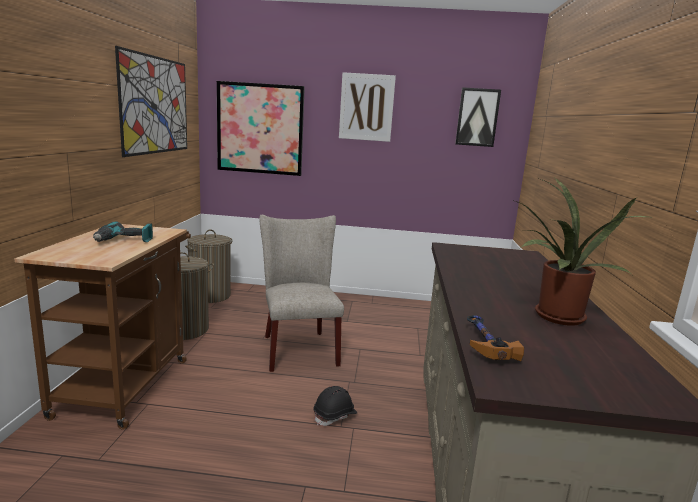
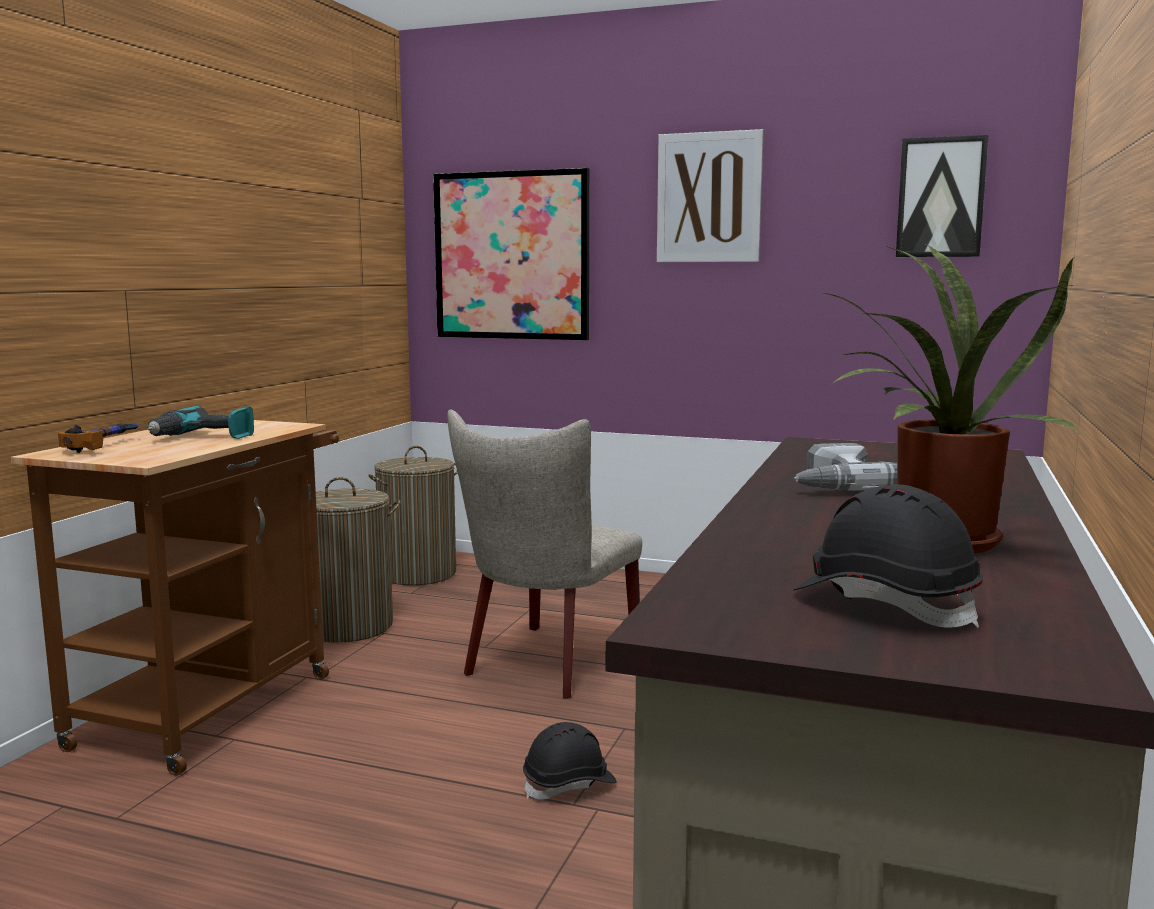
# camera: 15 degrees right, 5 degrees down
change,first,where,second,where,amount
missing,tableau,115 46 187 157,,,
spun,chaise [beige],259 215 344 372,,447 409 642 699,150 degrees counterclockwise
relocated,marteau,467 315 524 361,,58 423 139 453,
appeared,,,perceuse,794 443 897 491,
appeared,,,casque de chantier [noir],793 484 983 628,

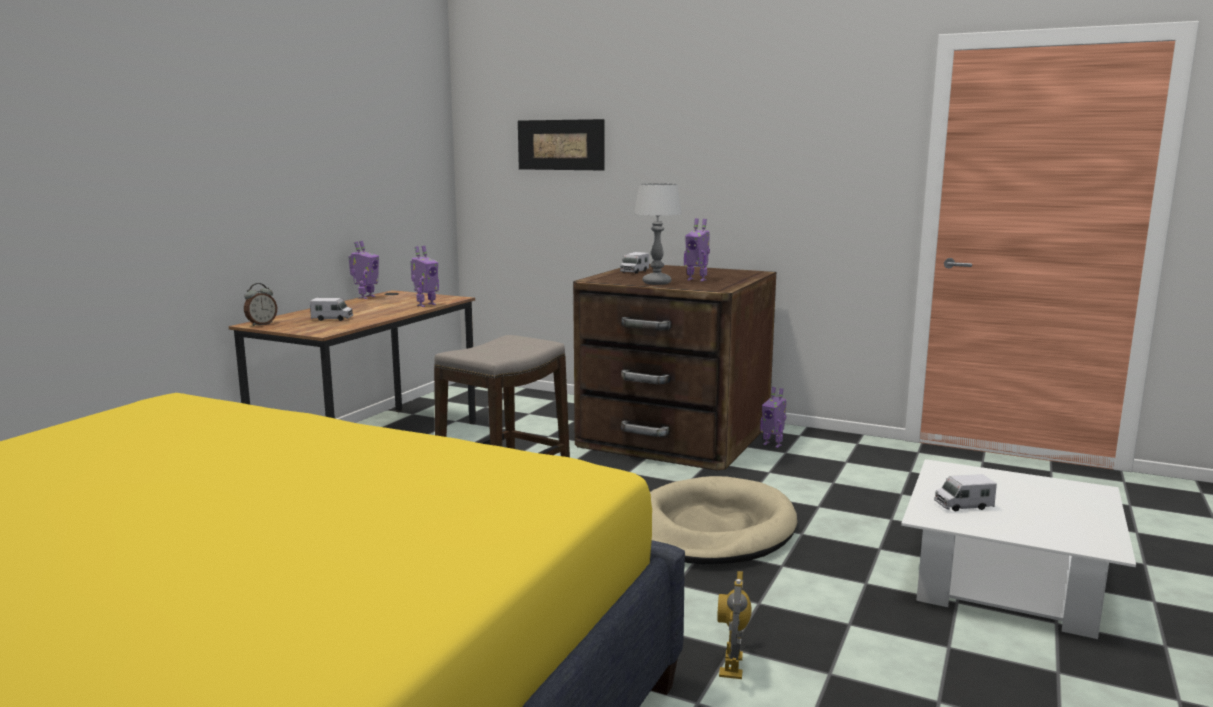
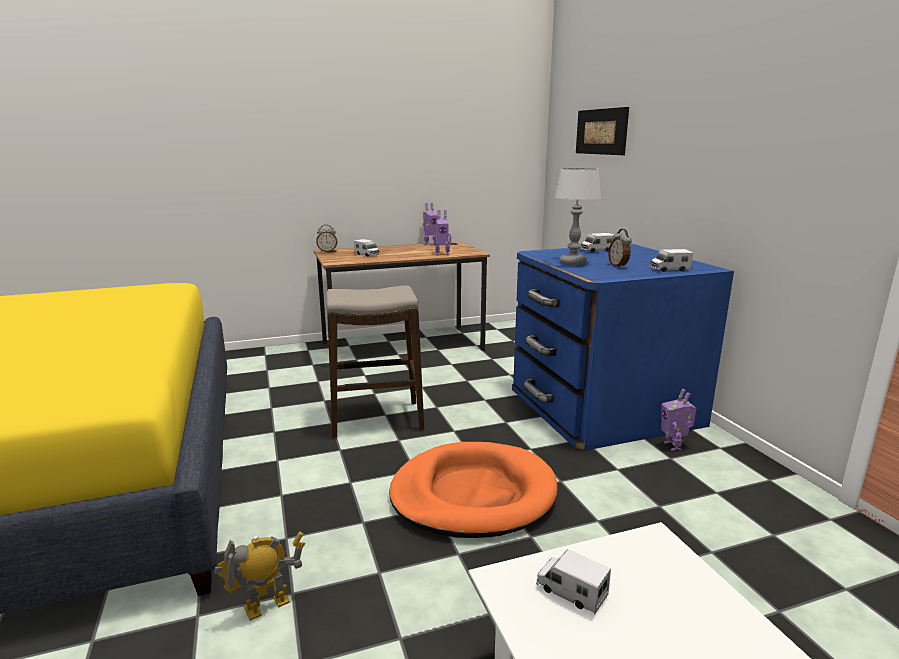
# camera: 45 degrees right, 5 degrees up
change,first,where,second,where,amount
exchanged,robot jouet,684 218 710 281,réveil,608 229 632 268,
colour,commode [marron],573 264 776 470,commode [bleu],512 244 734 451,
colour,panier pour chien [beige],650 476 797 564,panier pour chien [orange],389 442 557 538,
appeared,,,camion jouet,650 249 693 272,

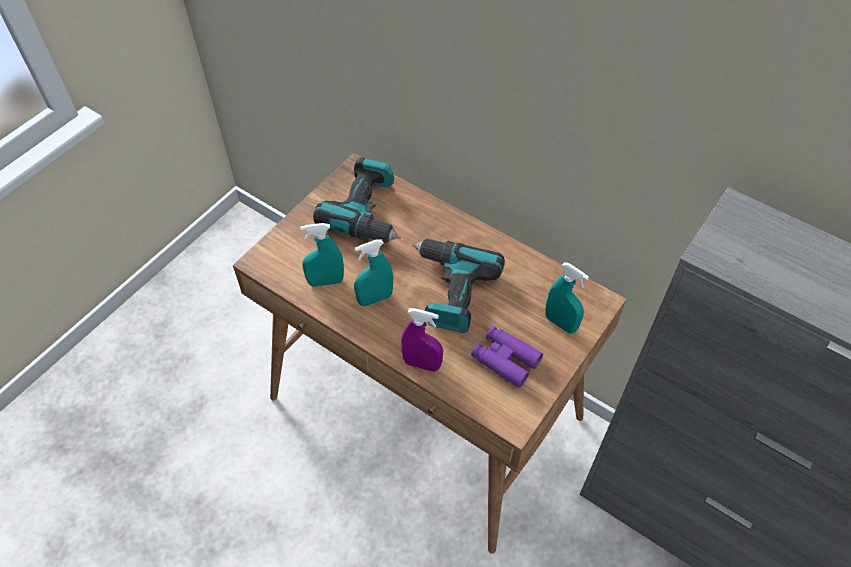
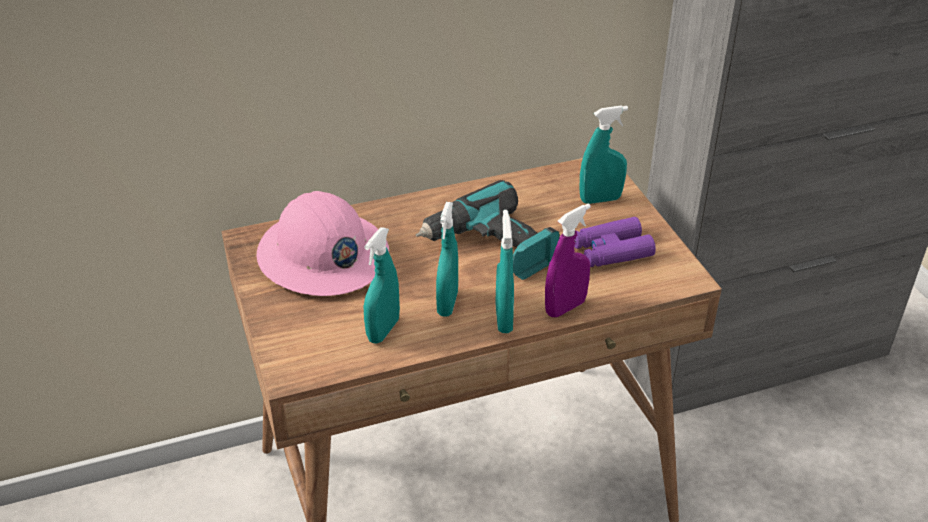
# camera: 55 degrees left, 15 degrees down
change,first,where,second,where,amount
exchanged,perceuse,313 157 401 243,casque de chantier [rose],257 191 389 296,
appeared,,,vaporisateur [turquoise],496 210 514 333,

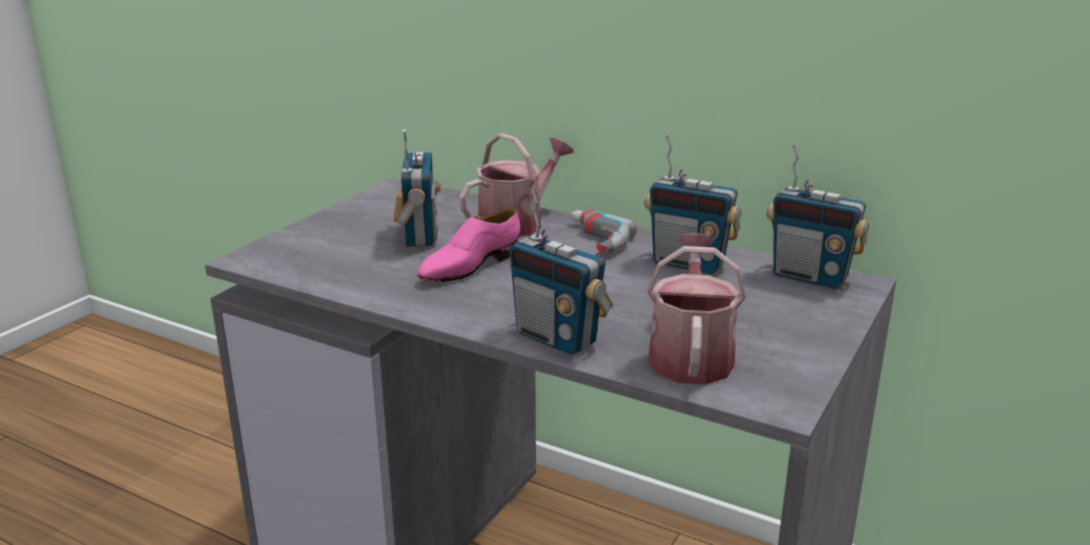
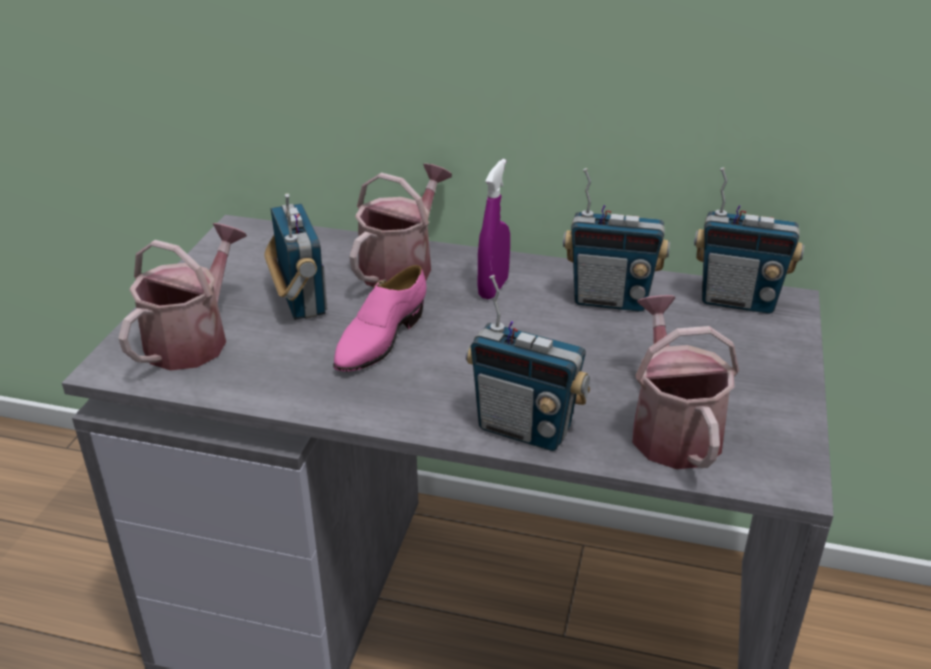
# camera: 15 degrees left, 10 degrees up
change,first,where,second,where,amount
exchanged,perceuse,570 210 637 261,vaporisateur [violet],478 159 510 299,
appeared,,,arrosoir,118 223 247 371,

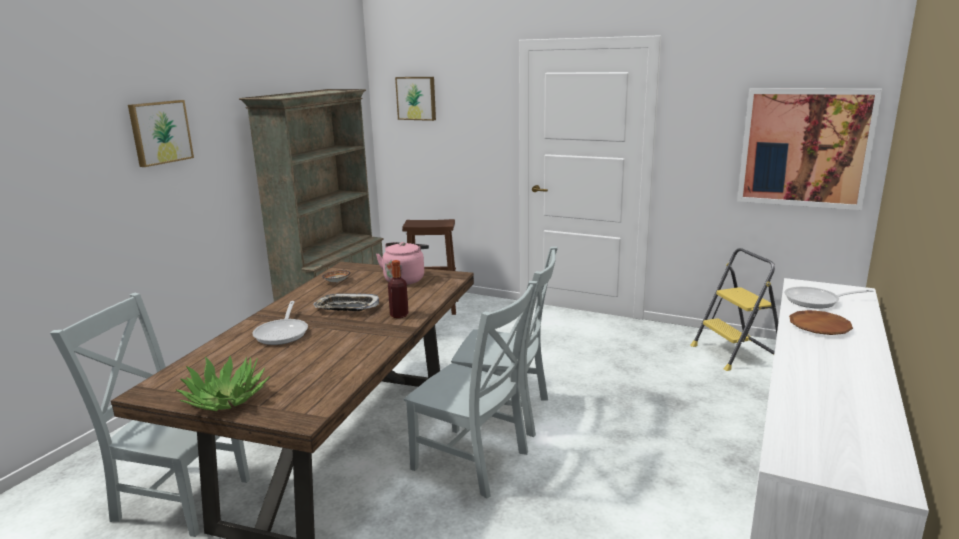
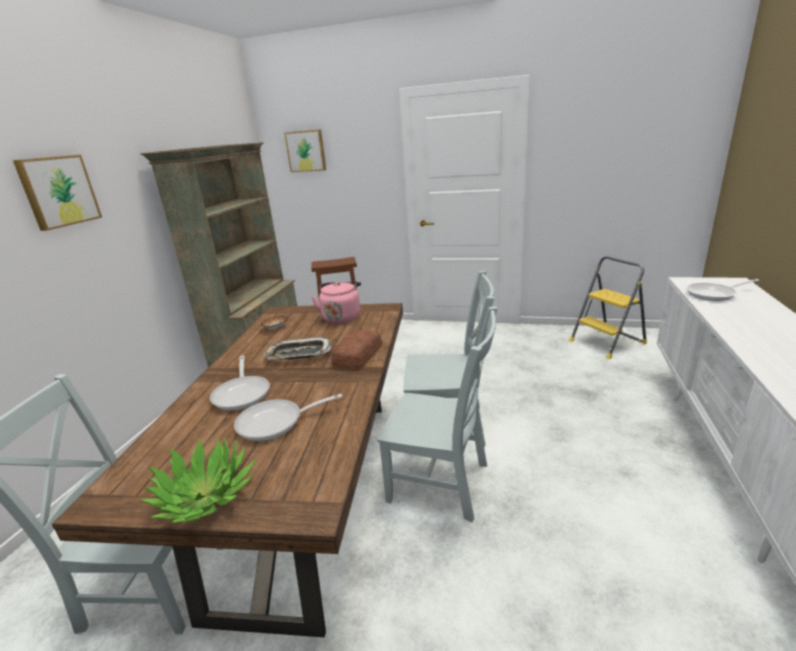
# camera: 10 degrees left, 5 degrees up
change,first,where,second,where,amount
missing,tableau,737 88 882 210,,,
exchanged,bouteille,388 260 409 318,pain,331 330 382 370,
missing,assiette [marron],789 310 853 335,,,
appeared,,,poêle,234 394 342 441,

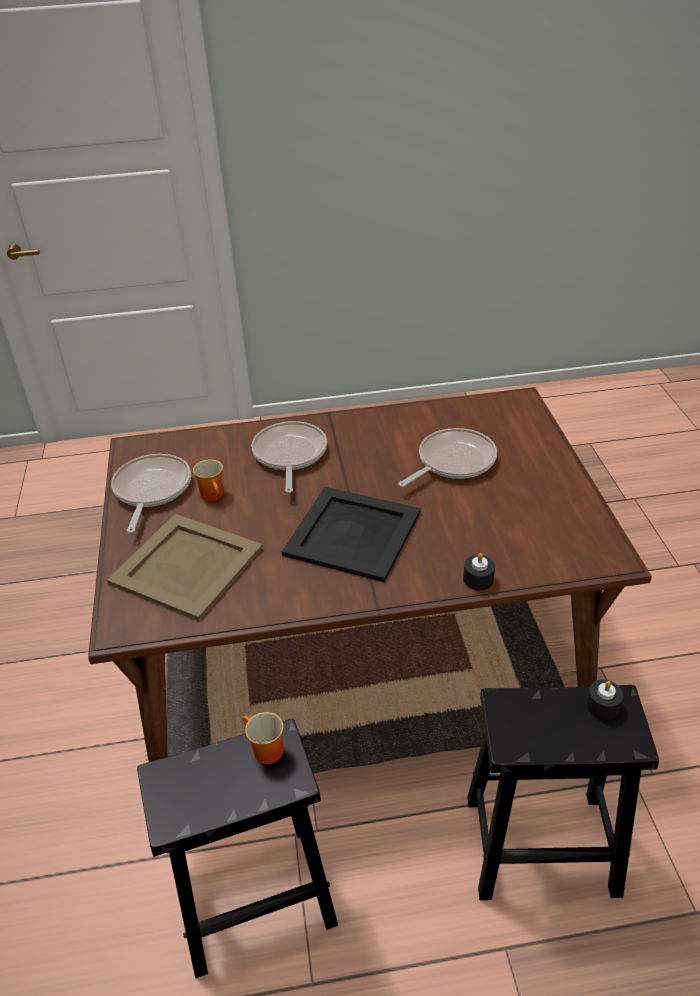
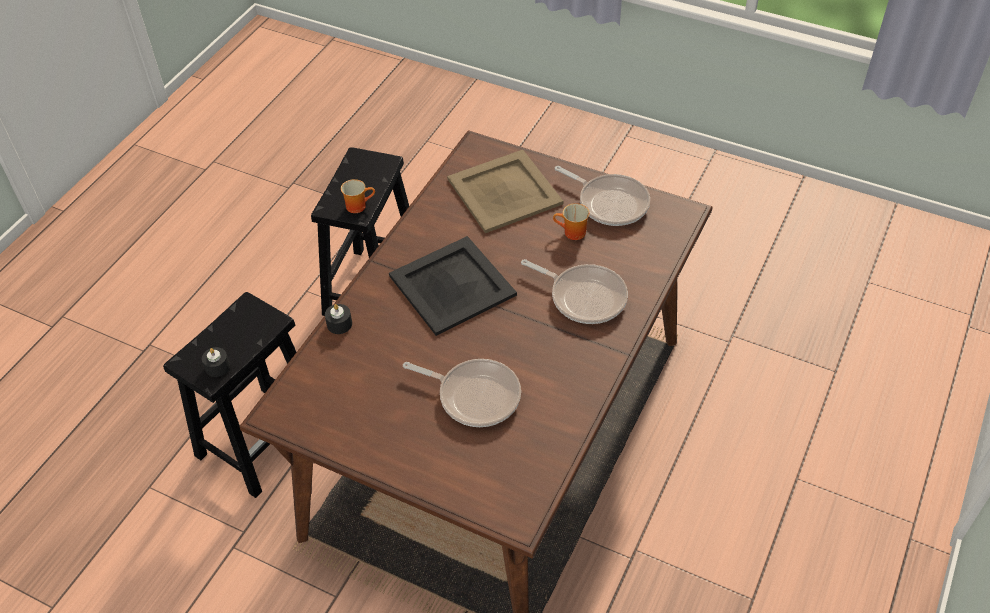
# camera: 125 degrees right, 10 degrees up
change,first,where,second,where,amount
spun,poêle,398 428 497 487,,403 359 521 427,60 degrees counterclockwise

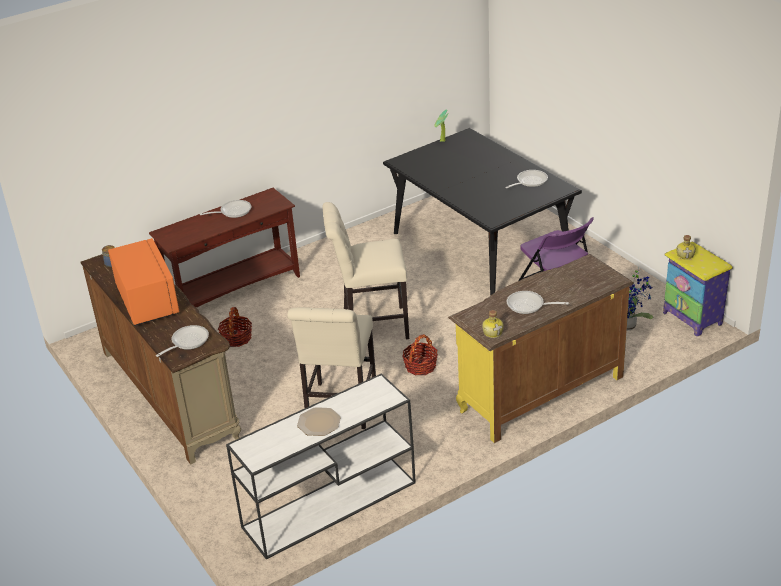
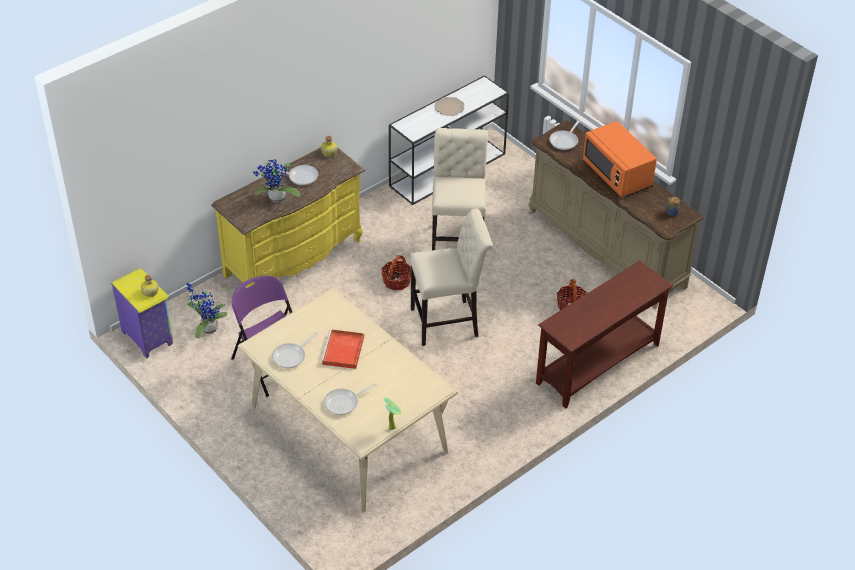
# camera: 170 degrees right, 10 degrees up
change,first,where,second,where,amount
colour,table à manger [noir],383 128 582 296,table à manger [beige],238 288 458 512,
relocated,poêle,200 200 251 218,,324 383 377 415,
appeared,,,plante en pot,253 159 301 202,
appeared,,,plateau [rouge],321 329 364 369,

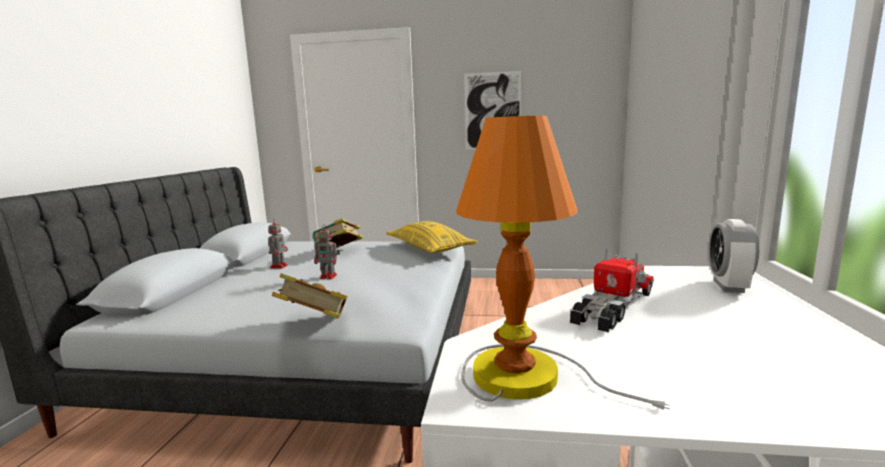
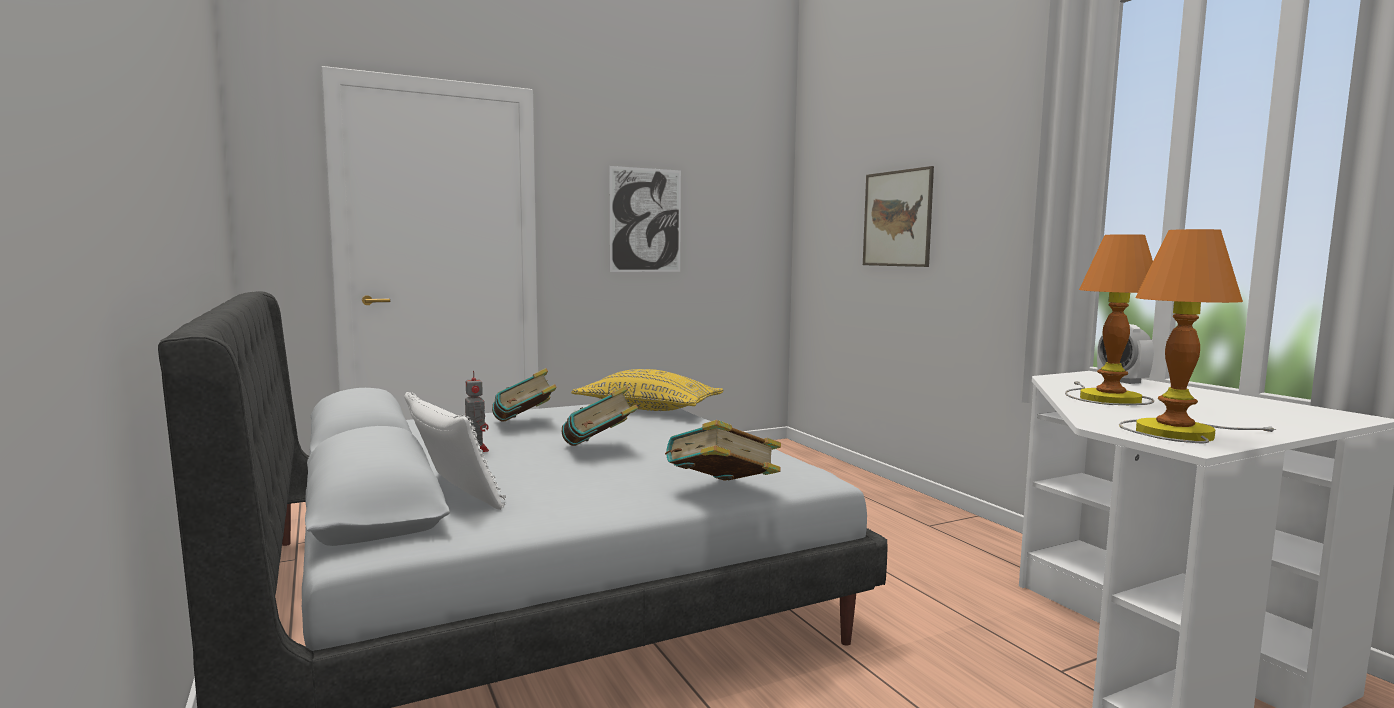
# camera: 35 degrees left, 5 degrees down
change,first,where,second,where,amount
exchanged,robot jouet,314 224 340 280,livre,562 386 638 446,
exchanged,camion jouet,570 249 654 333,lampe de table,1065 234 1154 405,
appeared,,,tableau,863 166 934 267,
appeared,,,coussin [blanc],404 392 507 510,

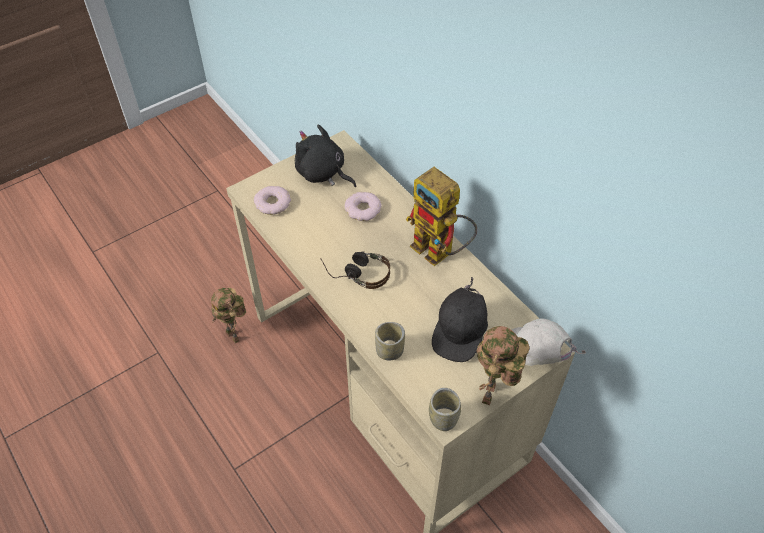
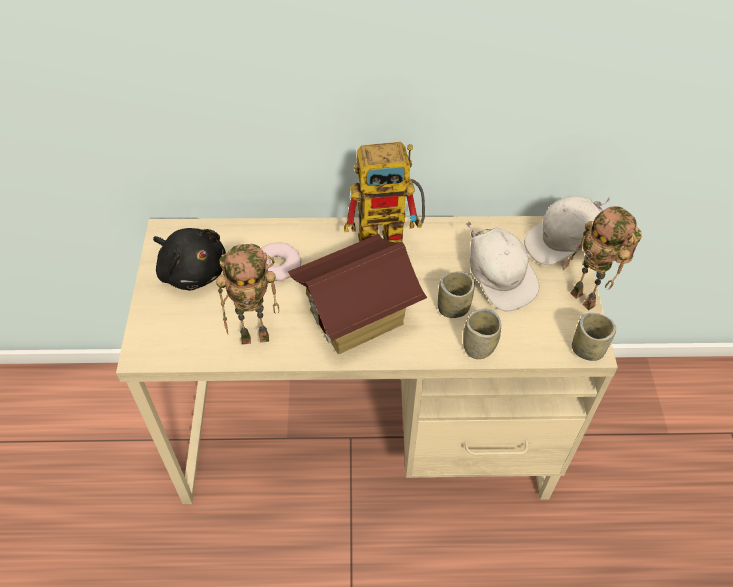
# camera: 55 degrees left, 0 degrees up
change,first,where,second,where,amount
spun,peluche [noir],295 125 356 187,,153 228 226 291,120 degrees counterclockwise
missing,beignet,254 186 291 215,,,
exchanged,casque audio,320 251 390 289,maison miniature,288 234 427 354,
colour,casquette [noir],432 277 488 362,casquette [blanc],466 222 539 312,
relocated,robot jouet,211 288 246 344,,216 244 280 345,
appeared,,,tasse,438 272 475 318,

